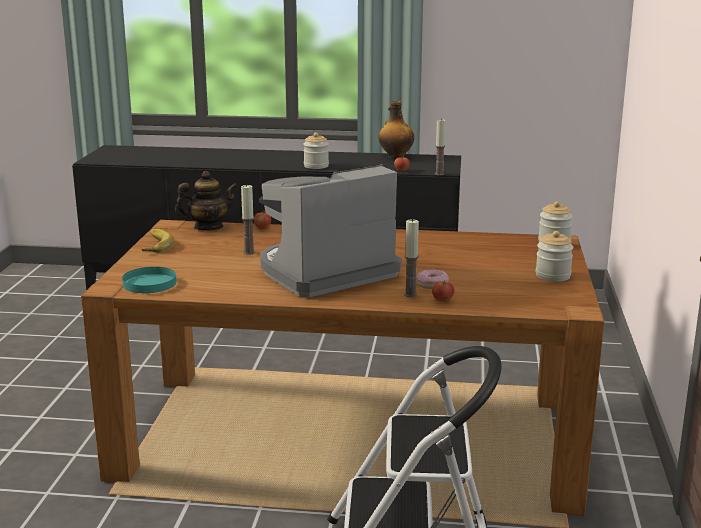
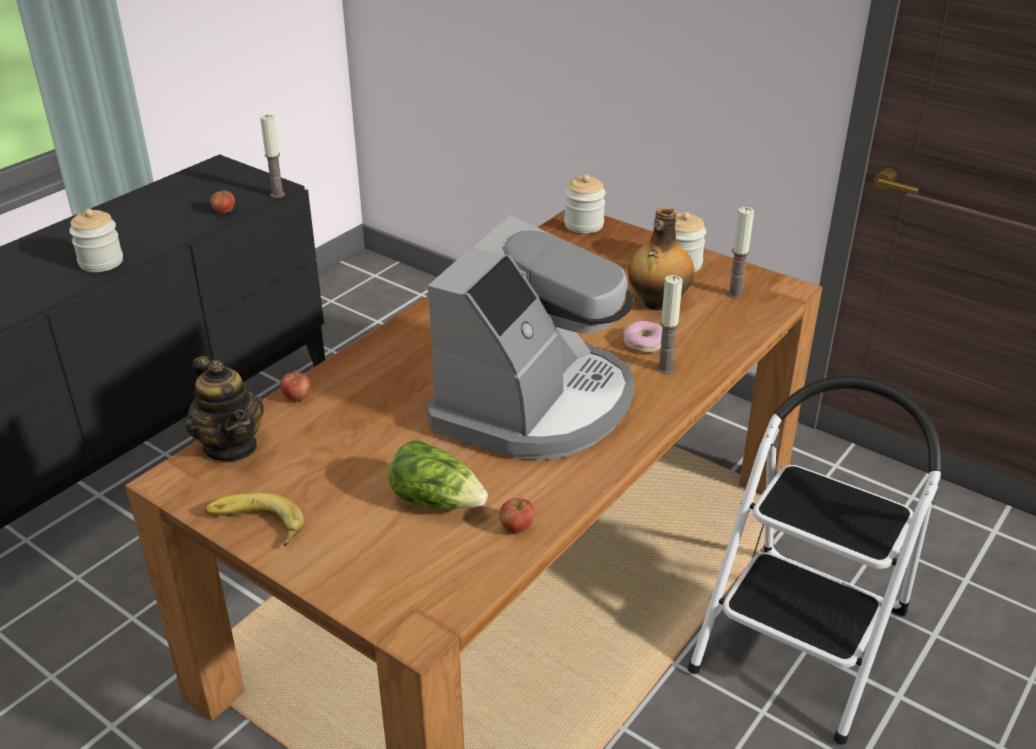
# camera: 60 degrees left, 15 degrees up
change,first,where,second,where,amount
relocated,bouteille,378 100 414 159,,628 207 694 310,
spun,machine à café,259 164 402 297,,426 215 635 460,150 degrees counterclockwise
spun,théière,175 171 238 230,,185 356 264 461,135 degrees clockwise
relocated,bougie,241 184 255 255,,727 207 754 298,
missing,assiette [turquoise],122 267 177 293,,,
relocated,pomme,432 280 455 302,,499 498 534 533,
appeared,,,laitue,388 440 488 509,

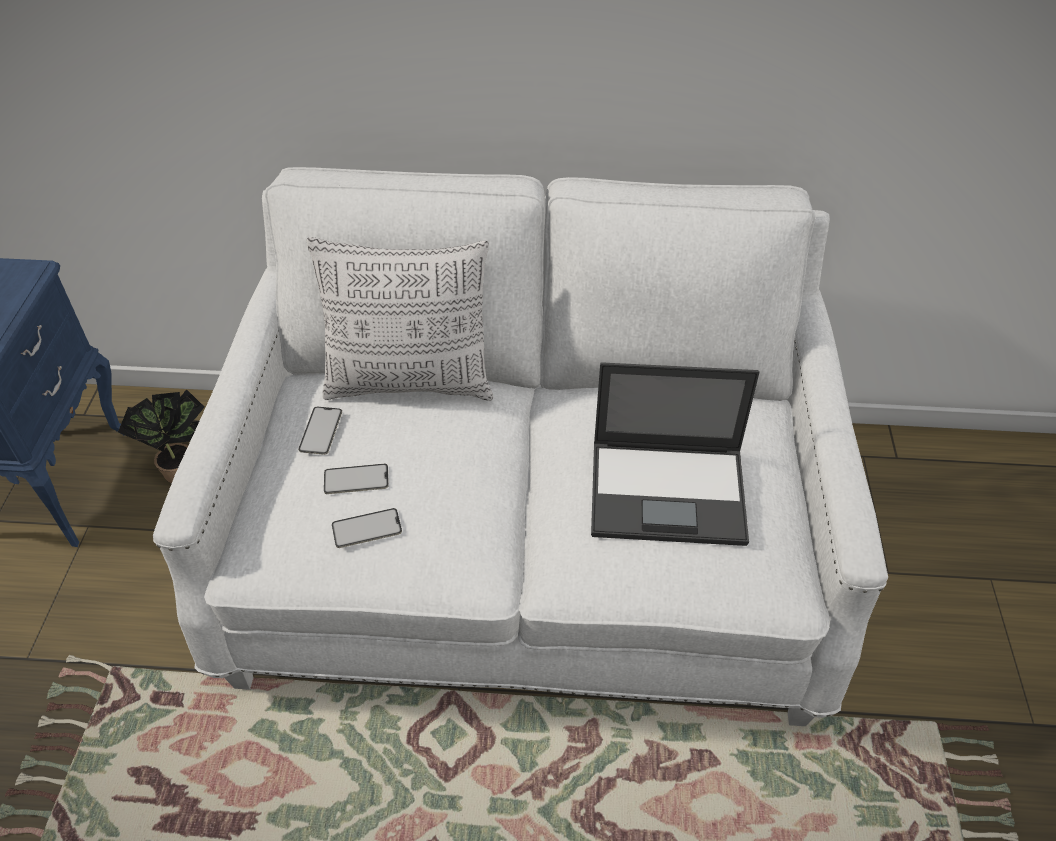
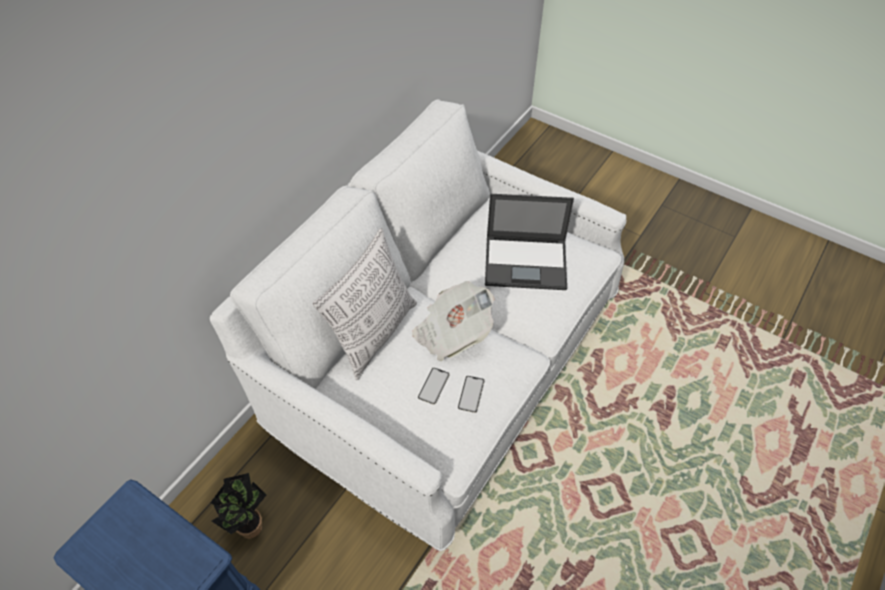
# camera: 60 degrees left, 5 degrees up
change,first,where,second,where,amount
spun,ordinateur portable,591 362 760 546,,485 194 574 290,60 degrees clockwise
missing,téléphone,298 407 342 455,,,
appeared,,,journal,412 281 495 362,

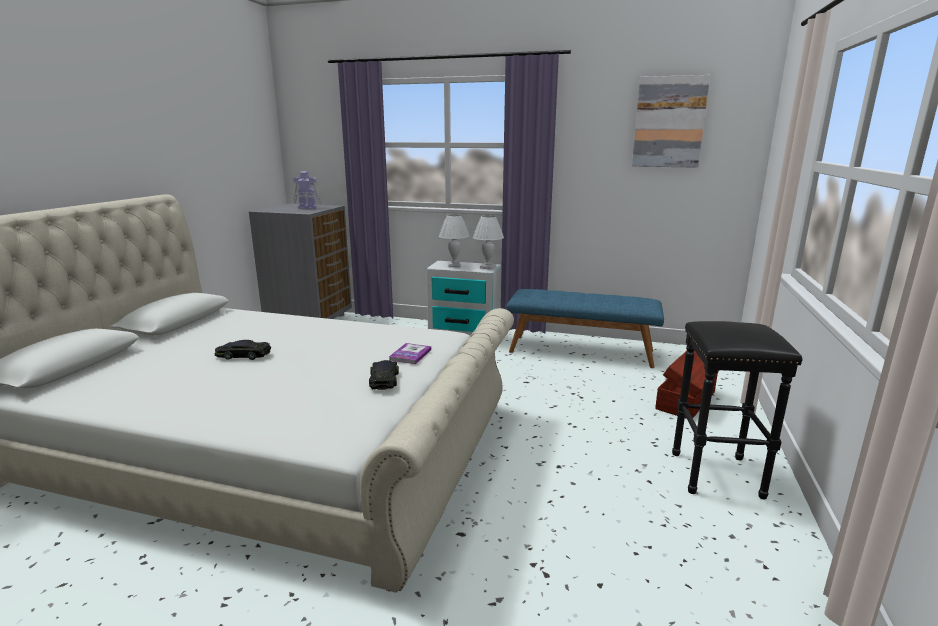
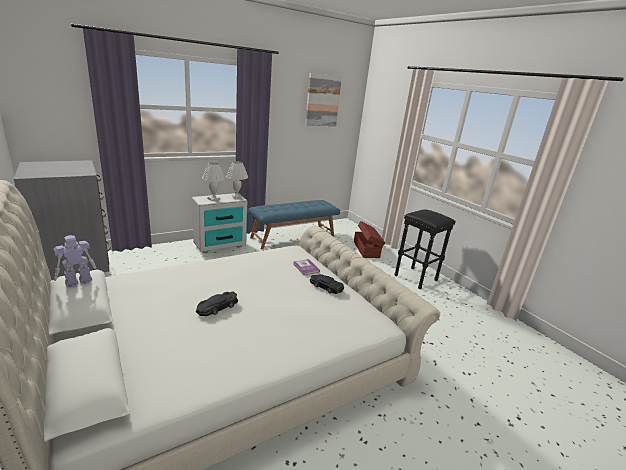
# camera: 50 degrees left, 5 degrees up
change,first,where,second,where,amount
relocated,robot jouet,293 171 321 209,,54 235 97 287,

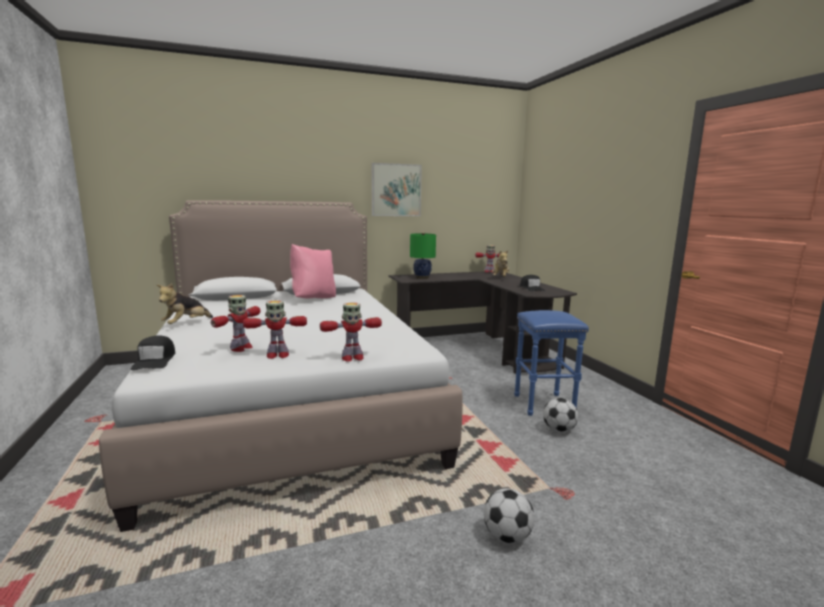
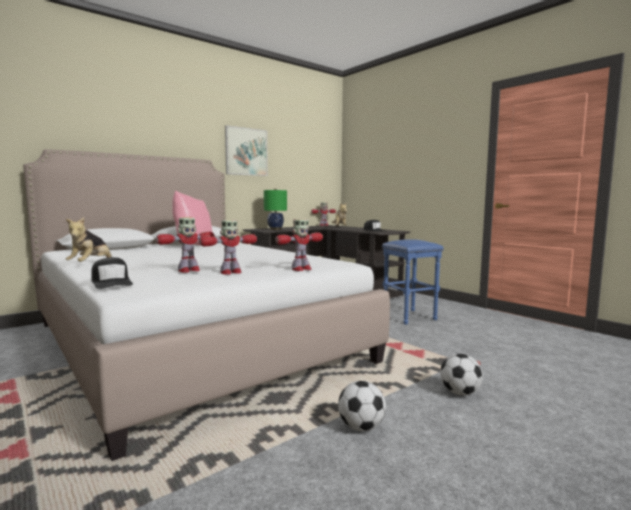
# camera: 20 degrees left, 5 degrees down
change,first,where,second,where,amount
spun,robot jouet,211 295 261 352,,156 217 215 273,45 degrees clockwise
relocated,ballon de foot,543 398 578 432,,338 381 386 431,

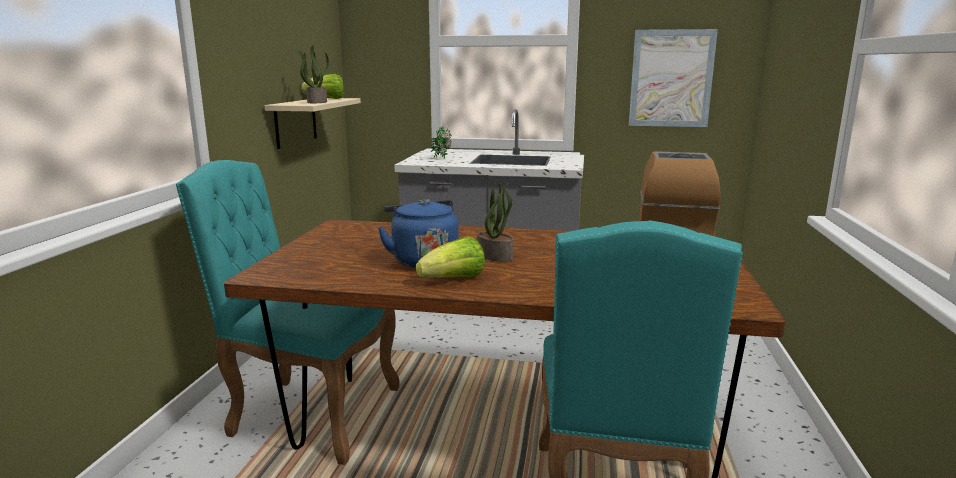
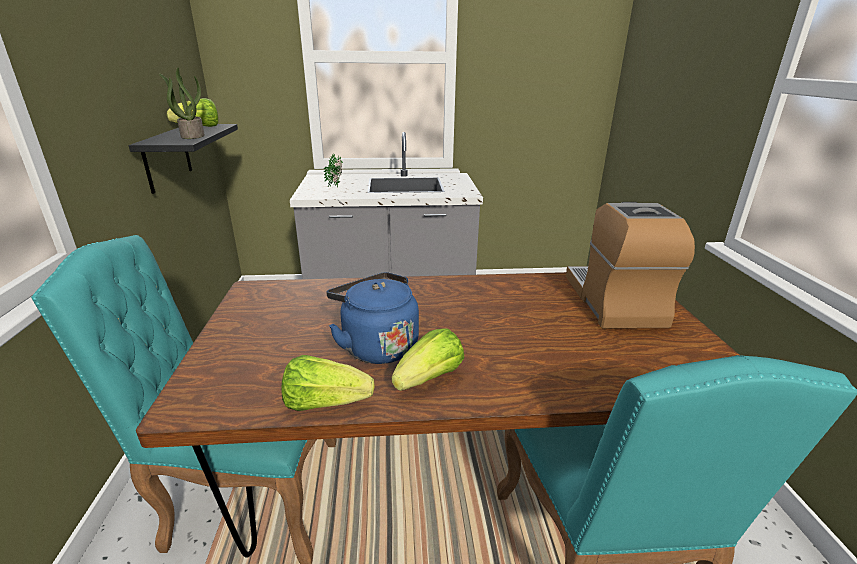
# camera: 15 degrees left, 10 degrees up
change,first,where,second,where,amount
missing,tableau,629 29 718 127,,,
colour,étagère [beige],265 98 361 149,étagère [noir],129 124 238 194,
missing,plante en pot,477 180 514 262,,,
appeared,,,laitue,281 355 375 411,

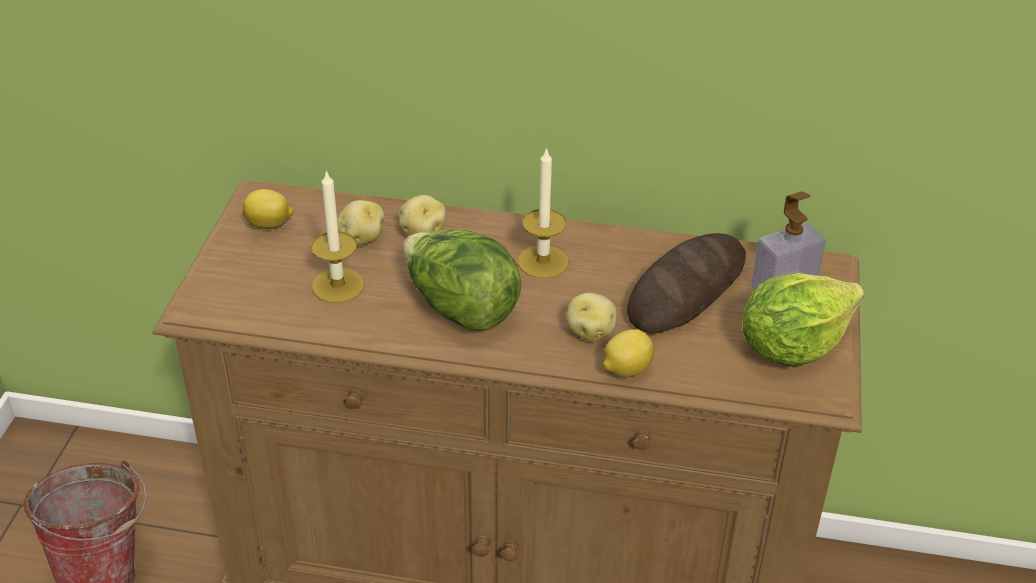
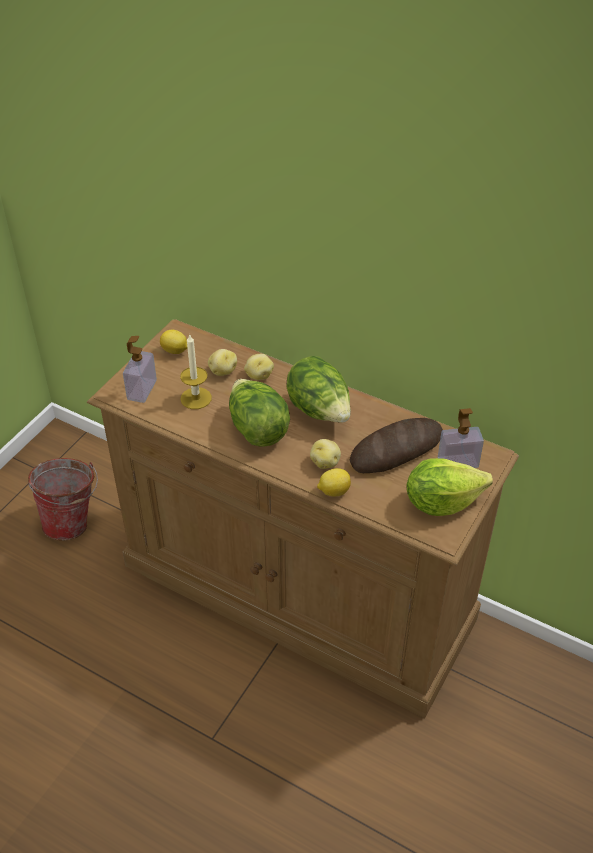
# camera: 20 degrees right, 5 degrees up
change,first,where,second,where,amount
exchanged,bougie,518 147 568 279,laitue,286 356 351 422,
appeared,,,distributeur de savon,123 336 157 403,

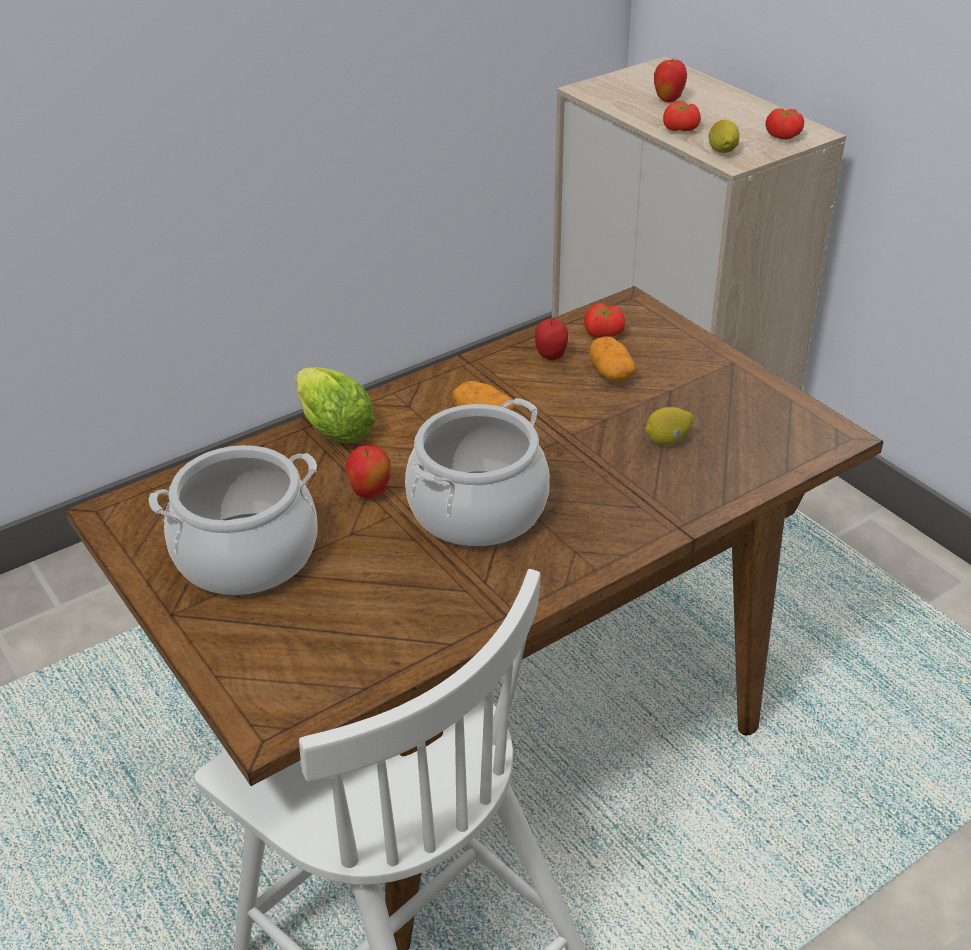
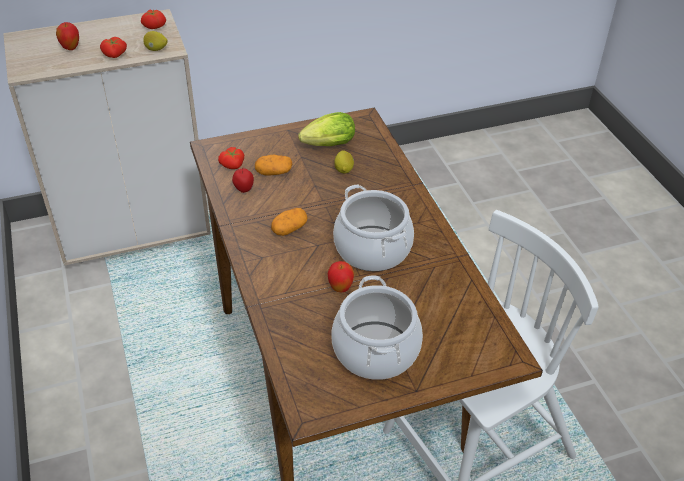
# camera: 75 degrees left, 5 degrees up
change,first,where,second,where,amount
relocated,laitue,295 367 375 444,,298 112 355 146,

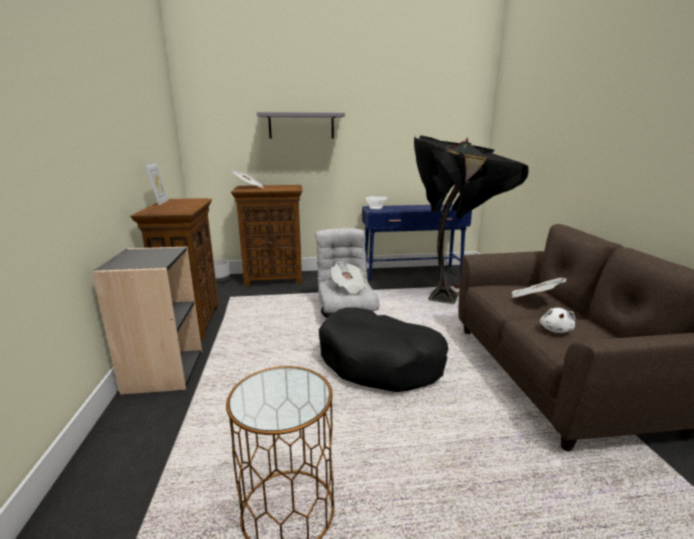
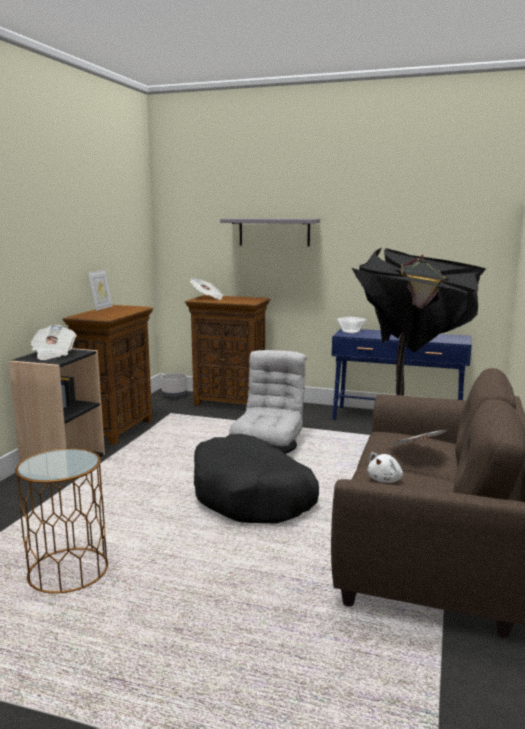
# camera: 25 degrees right, 5 degrees down
change,first,where,second,where,amount
relocated,journal,331 262 367 294,,30 325 76 360,

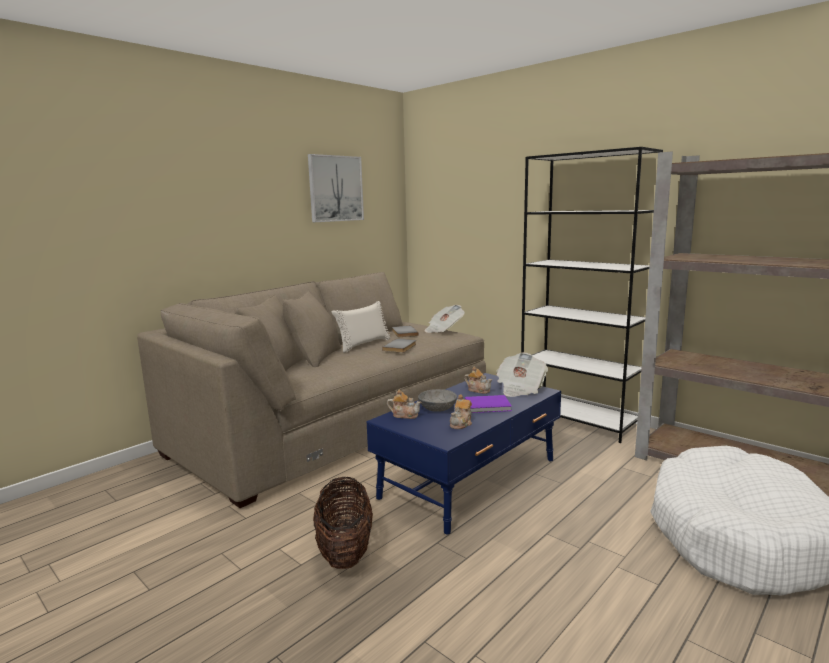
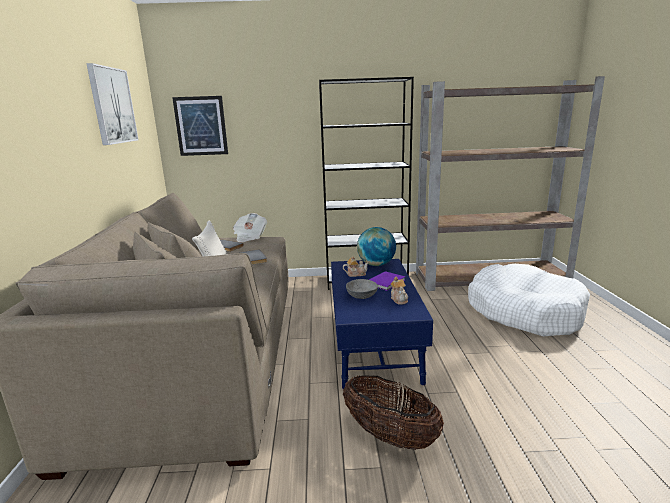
# camera: 45 degrees left, 5 degrees up
change,first,where,second,where,amount
exchanged,journal,496 353 548 397,globe,357 227 396 266,
missing,théière,387 389 421 419,,,
appeared,,,tableau,172 96 228 156,

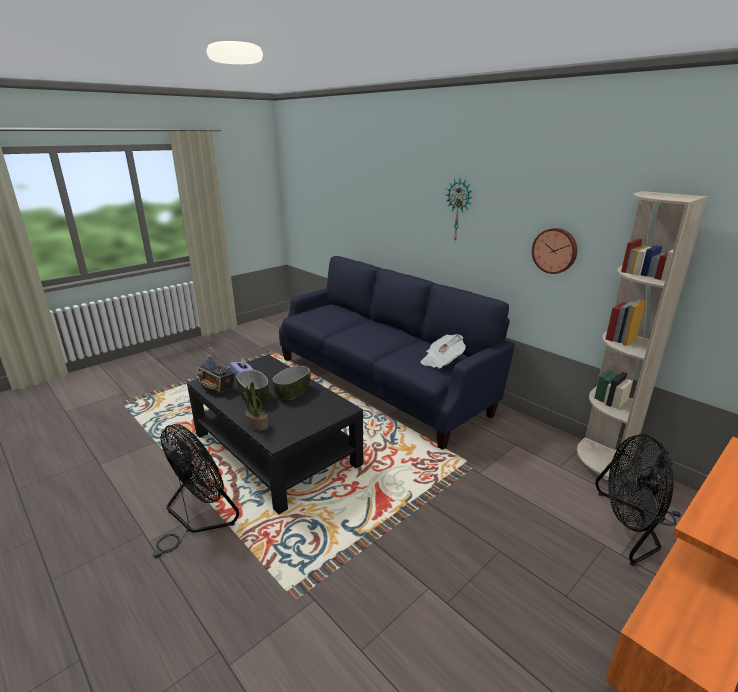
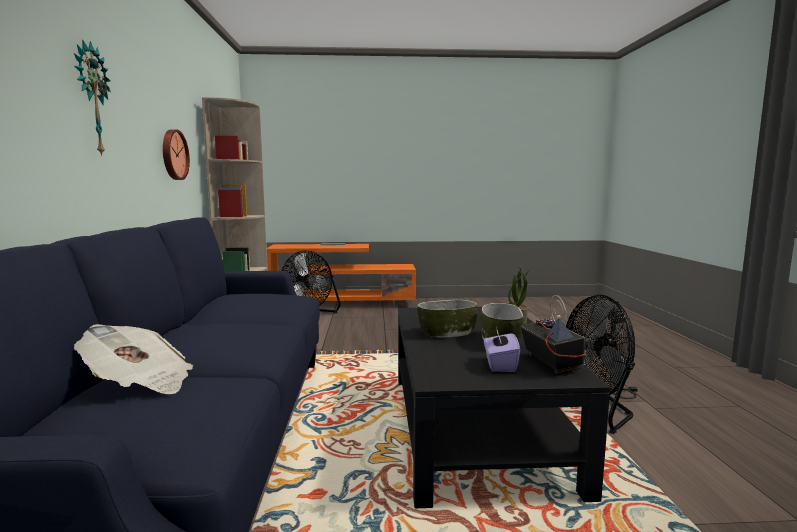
# camera: 140 degrees left, 15 degrees down
change,first,where,second,where,amount
relocated,journal,421 334 466 369,,74 324 193 394,

